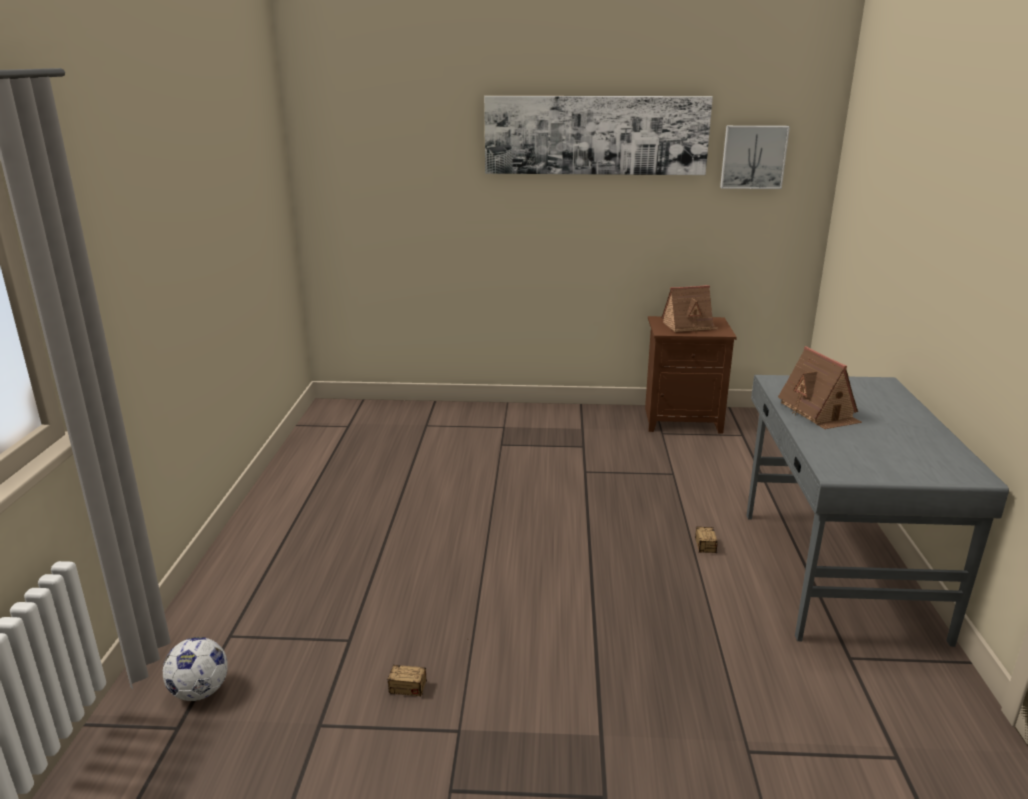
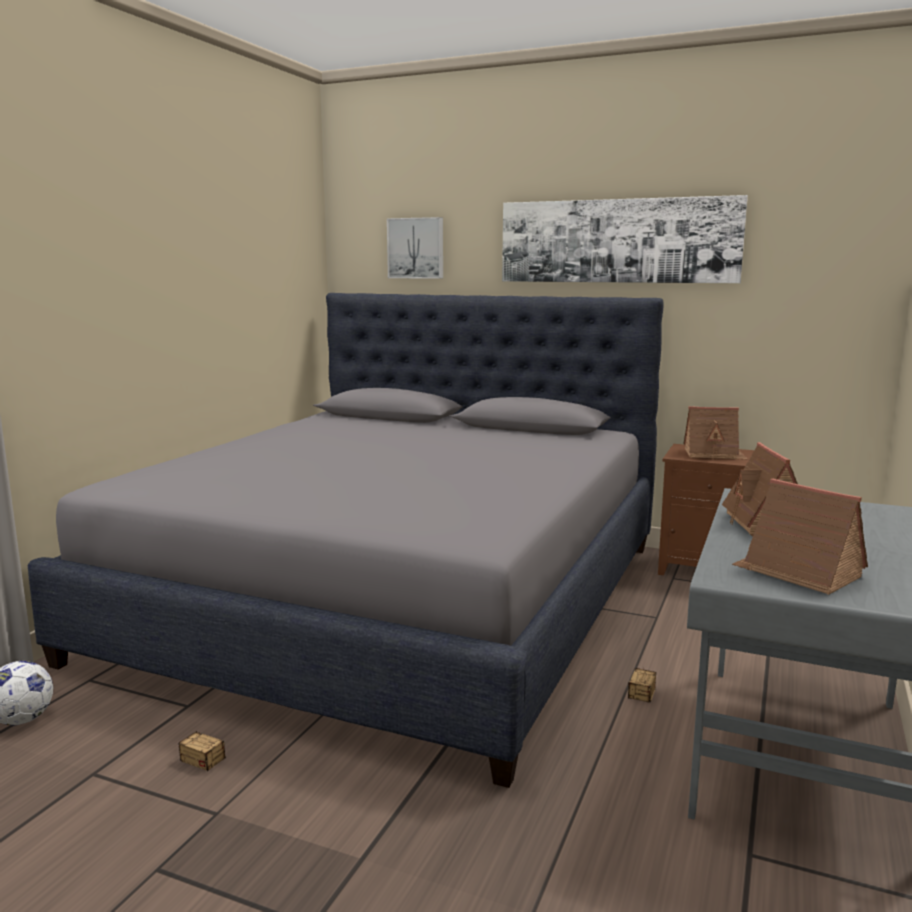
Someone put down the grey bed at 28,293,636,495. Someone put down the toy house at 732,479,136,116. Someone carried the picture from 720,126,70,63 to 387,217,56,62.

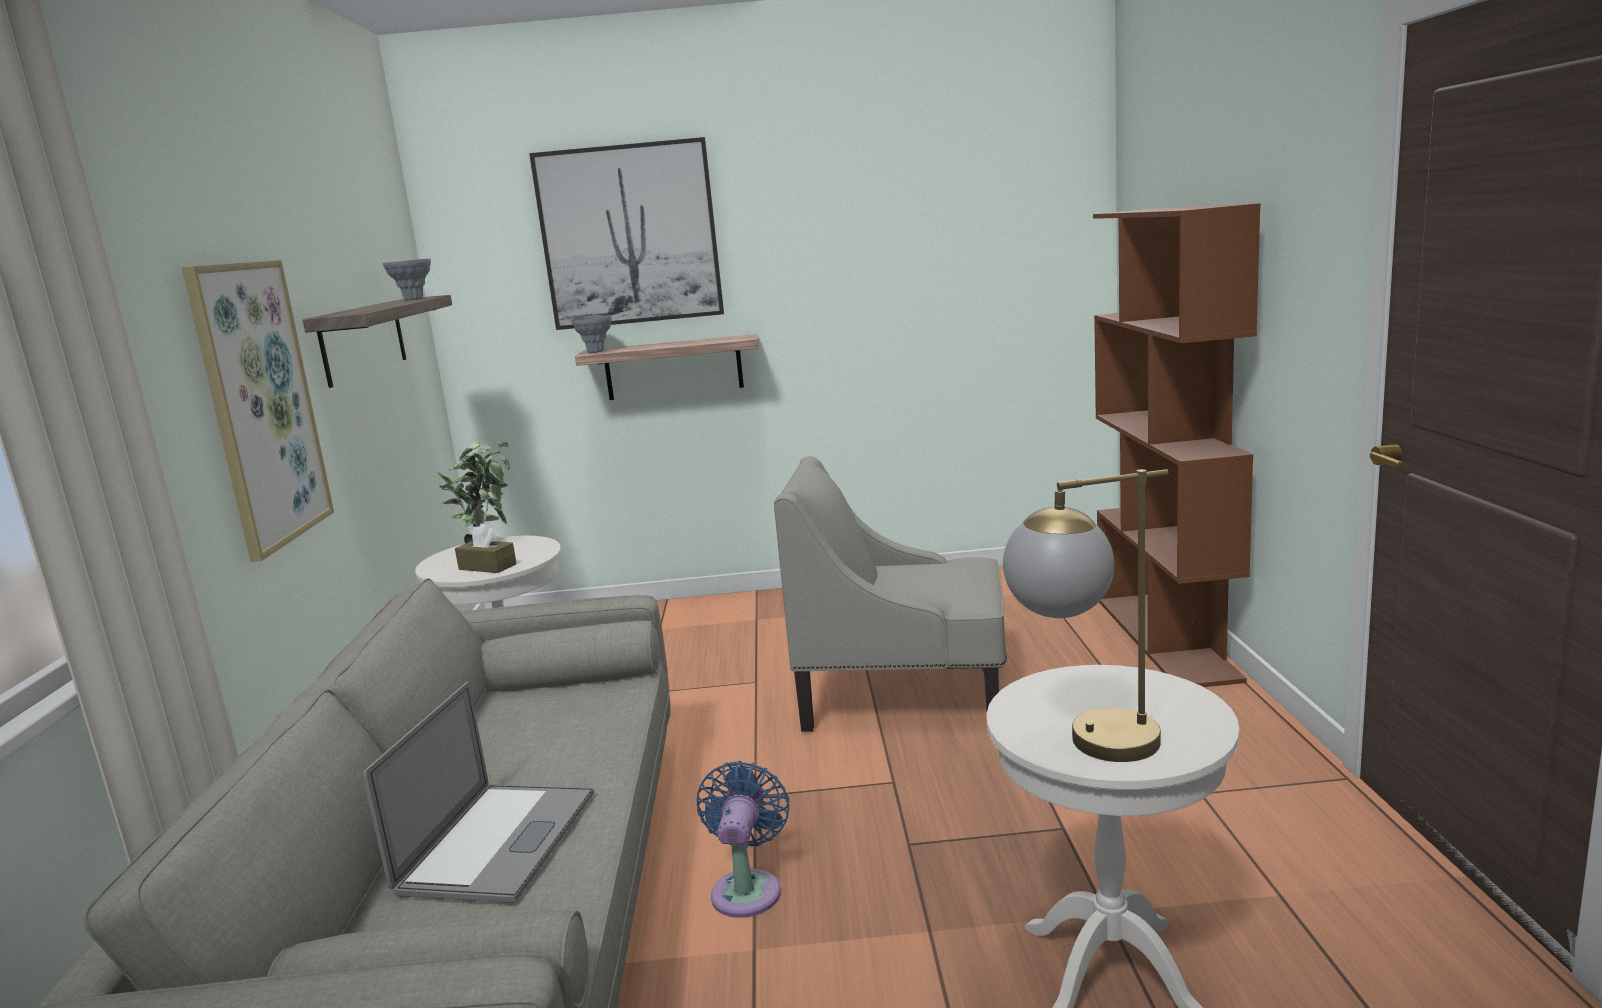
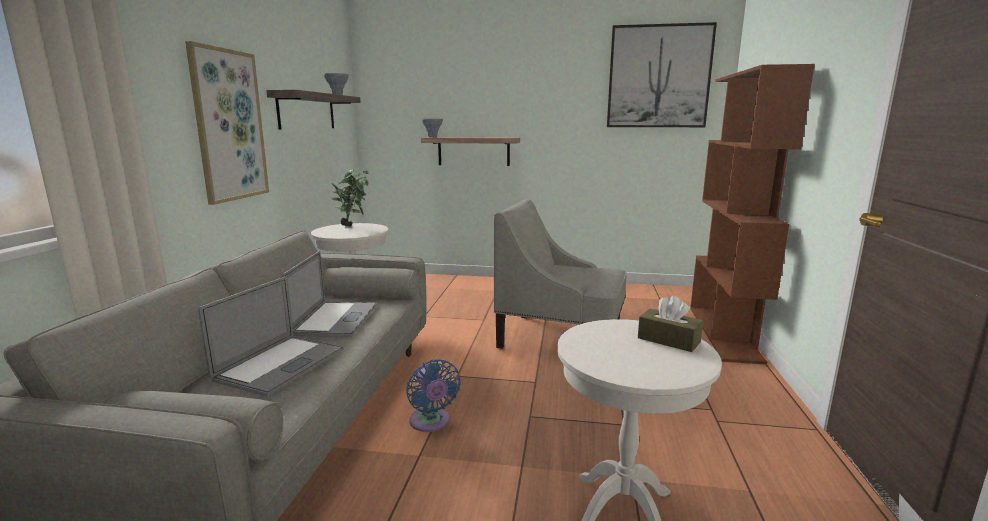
Someone took away the table lamp at 1003,469,166,293. Someone put down the laptop at 282,251,95,86. Someone carried the brown tissue box from 455,524,62,49 to 638,296,65,56. Someone carried the picture from 529,137,195,193 to 607,22,110,105. Someone rotated the blue fan at 697,761,92,157 by 135 degrees clockwise.

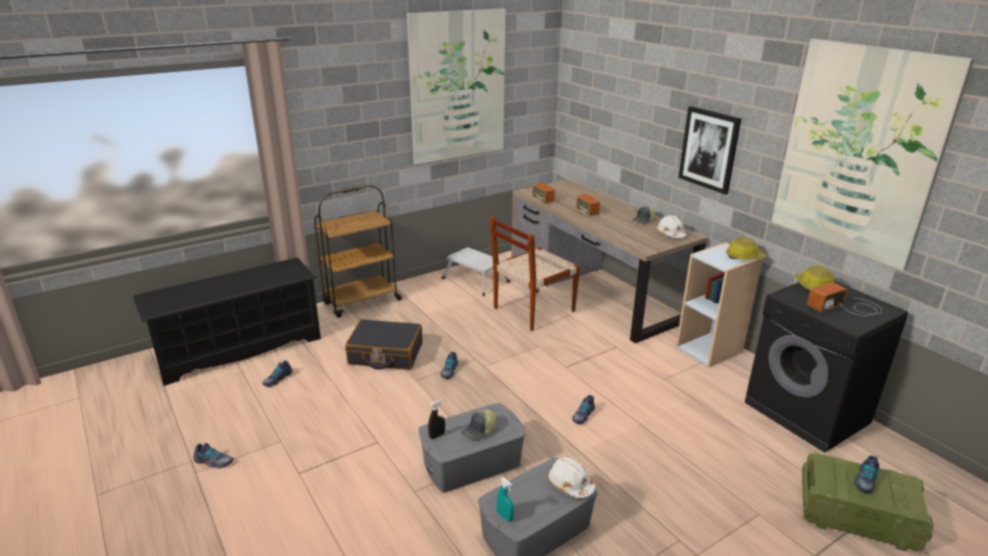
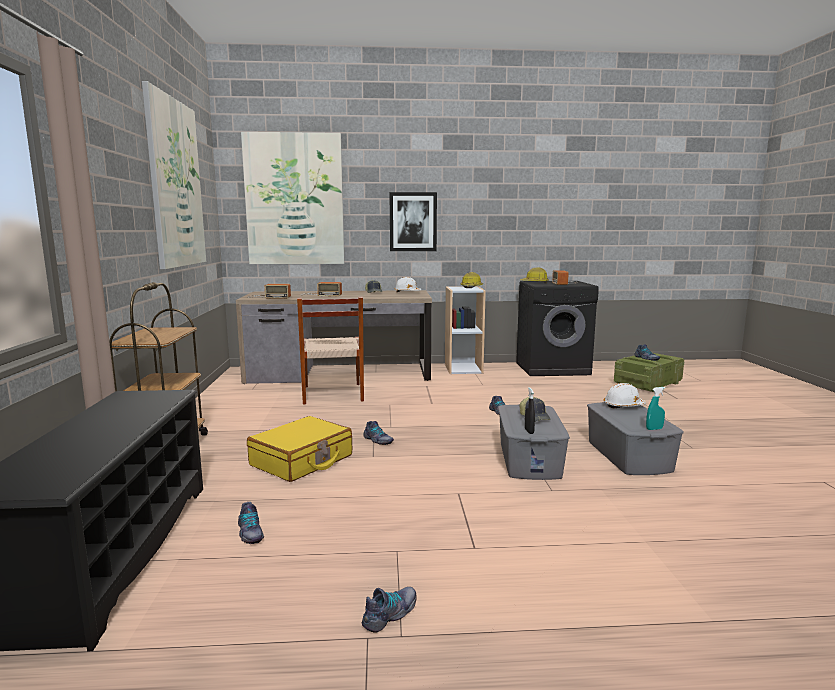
Someone took away the white step ladder at 442,247,68,49. Someone carried the picture from 771,39,203,232 to 241,132,104,132. Someone repainted the black suitcase at 345,319,78,51, which became the yellow suitcase at 247,416,105,66.

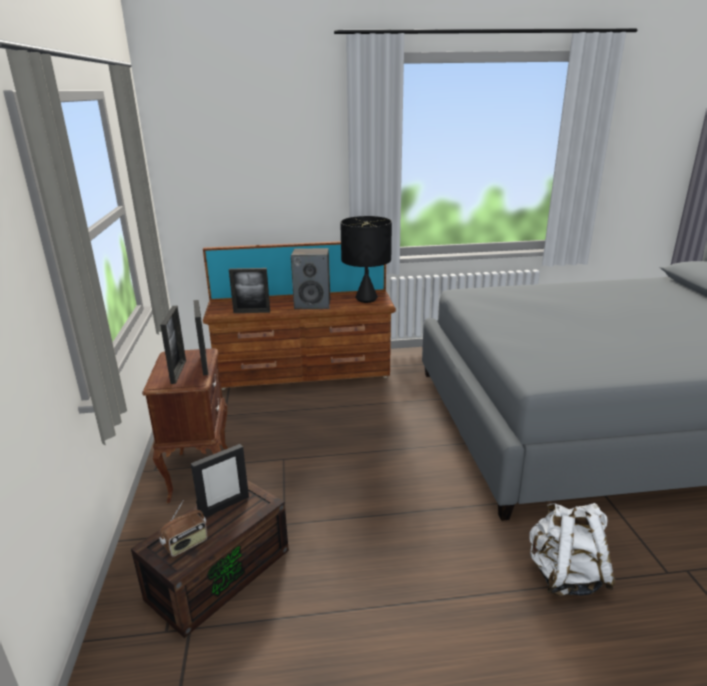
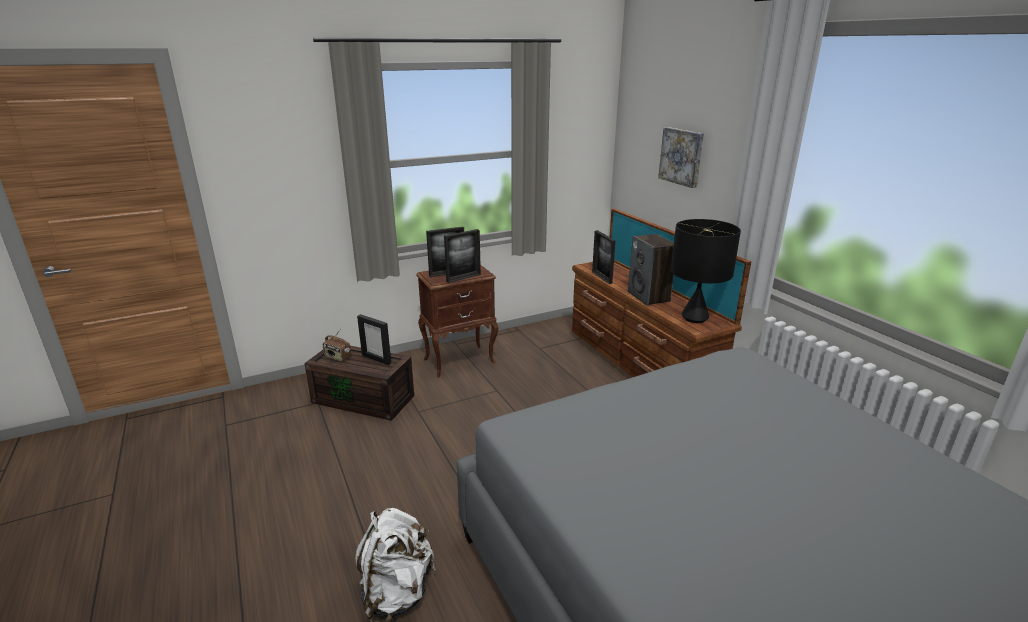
Someone put up the picture at 658,127,46,61.

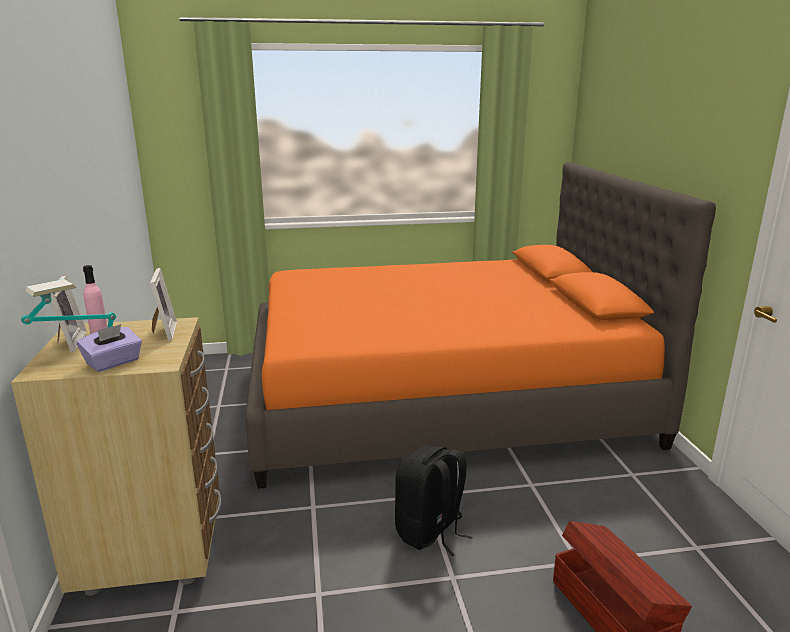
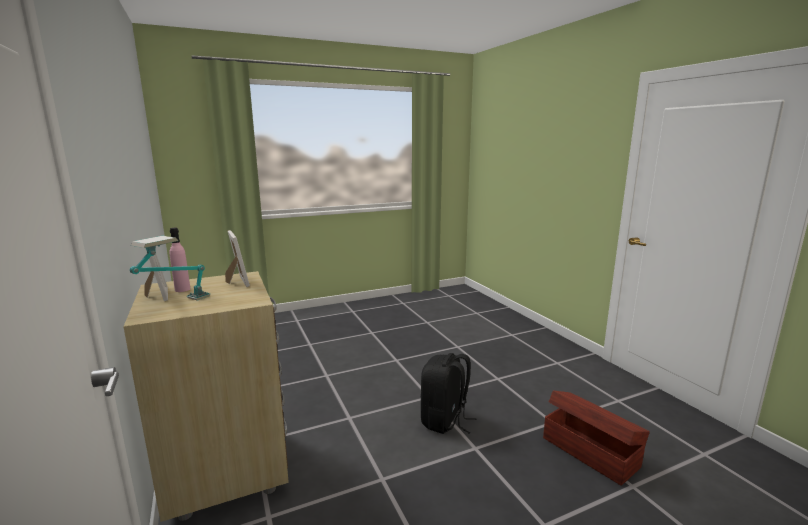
Someone took away the purple tissue box at 77,324,65,48. Someone took away the orange bed at 245,162,471,327.

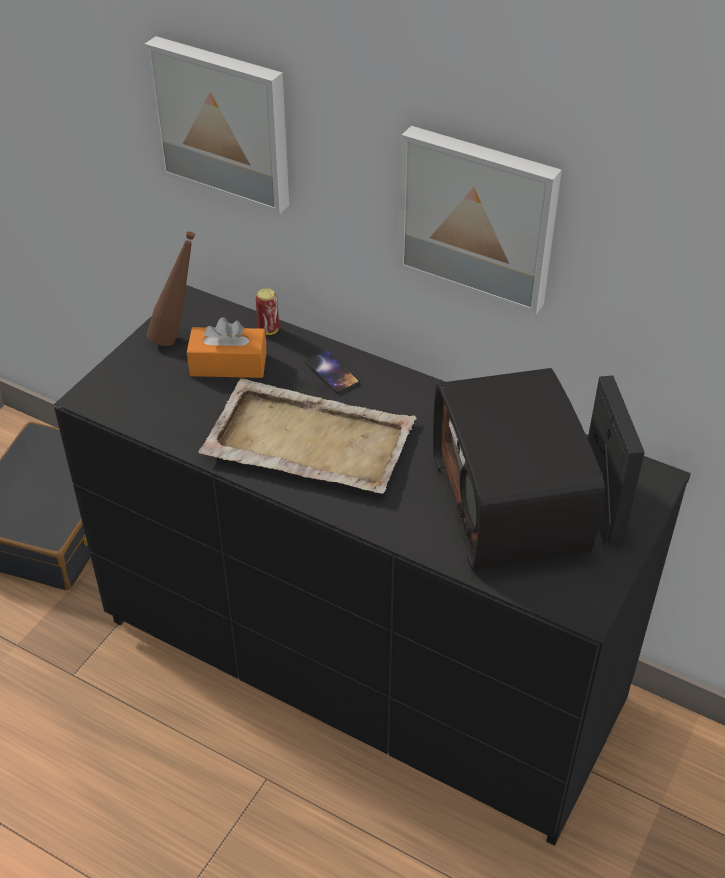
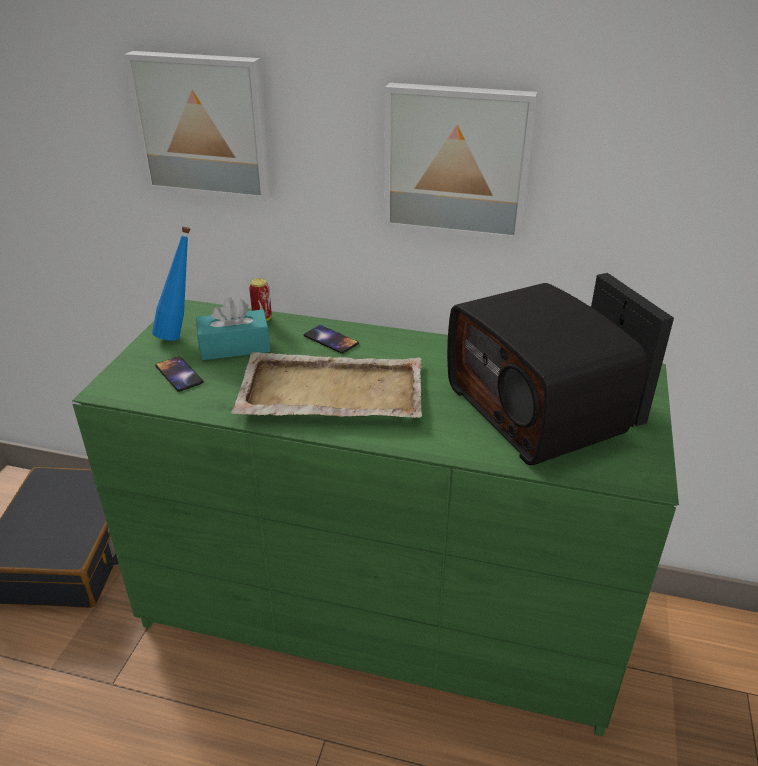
Someone put down the phone at 155,356,49,36. Someone repainted the black dresser at 54,285,637,561, which became the green dresser at 72,300,607,436. Someone repainted the brown bottle at 147,231,48,115, which became the blue bottle at 152,227,38,114. Someone repainted the orange tissue box at 187,317,80,61, which became the turquoise tissue box at 196,297,74,63.

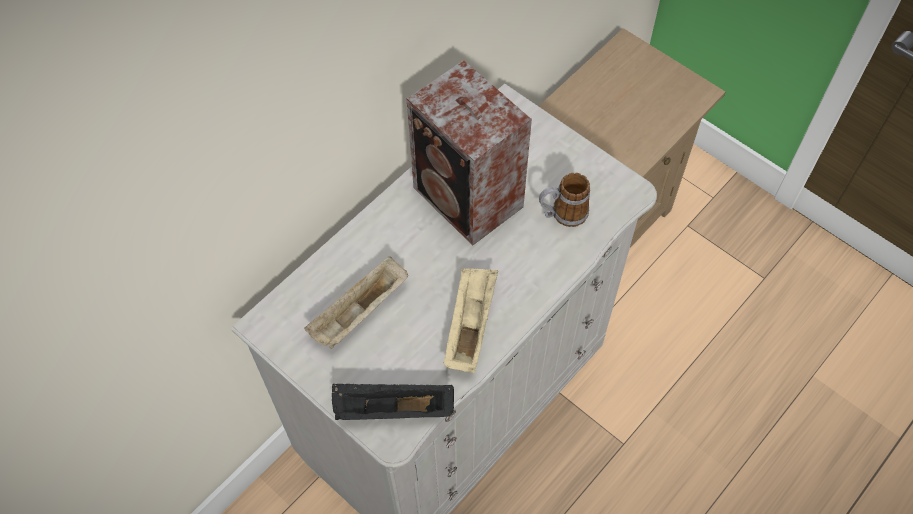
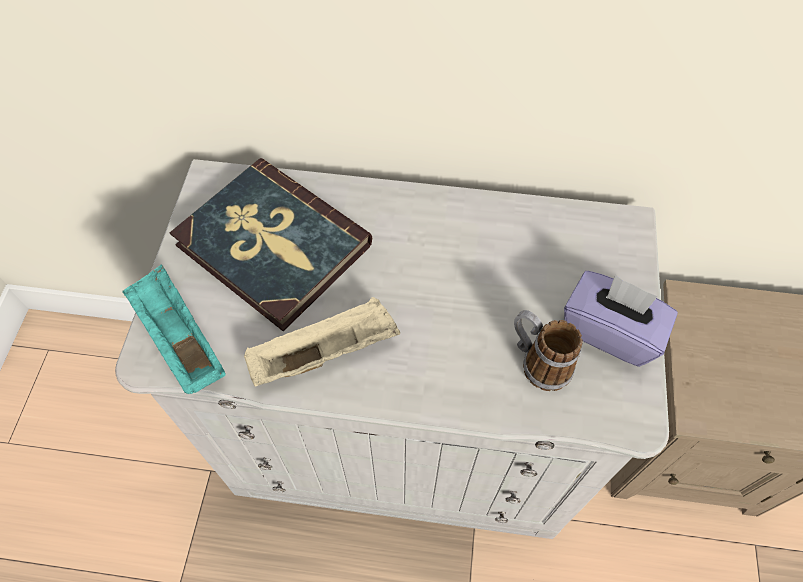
Someone took away the speaker at 407,60,125,185. Someone put down the purple tissue box at 564,271,114,96. Someone swapped the beige tray at 304,256,104,93 for the book at 170,158,203,173. Someone repainted the black tray at 332,384,122,36, which became the turquoise tray at 122,264,104,130.

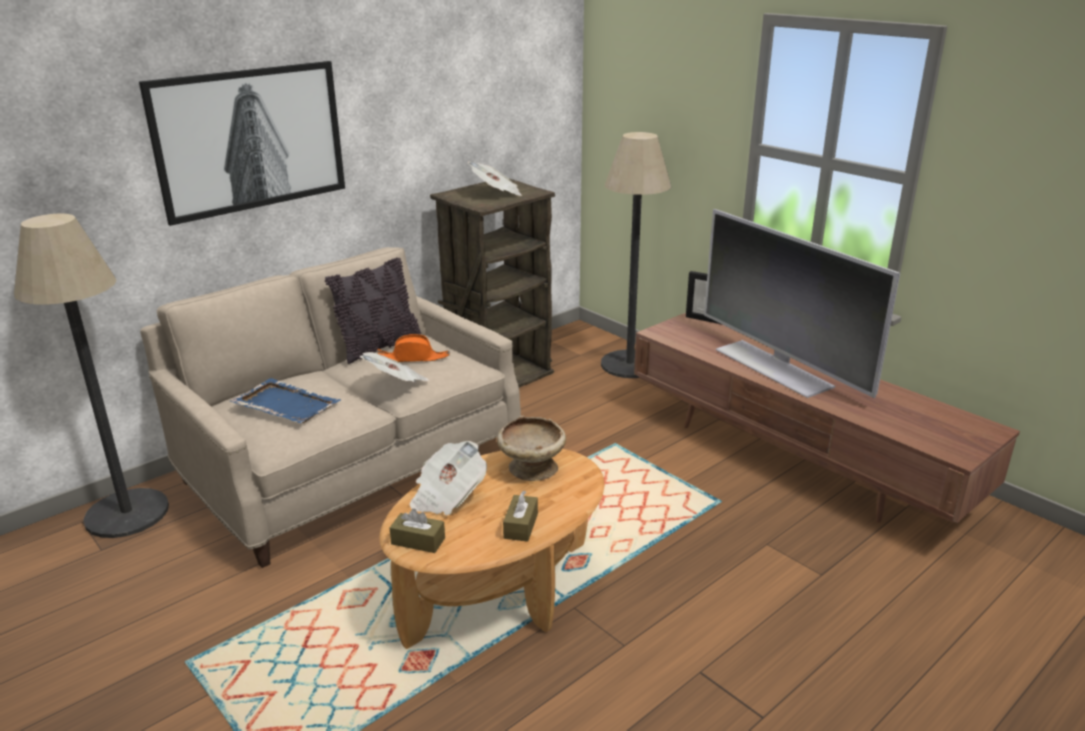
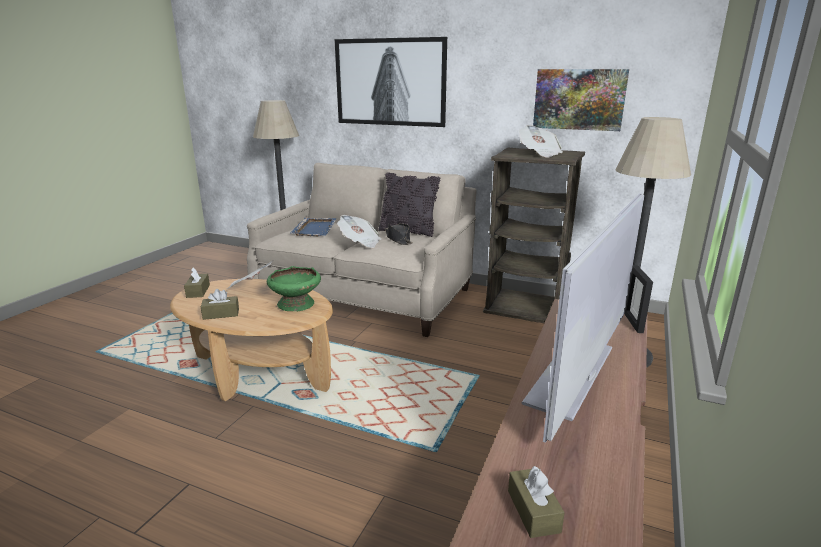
Someone put down the brown tissue box at 508,466,57,72. Someone put up the picture at 533,69,96,62. Someone repainted the orange hat at 376,334,74,28, which became the black hat at 385,223,28,22. Someone repainted the beige bowl at 497,416,69,65, which became the green bowl at 267,266,54,45.

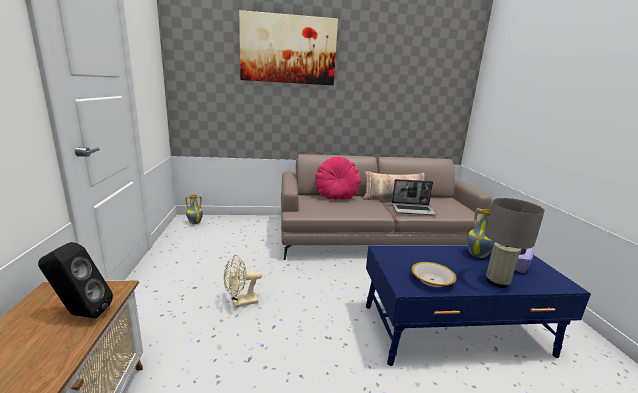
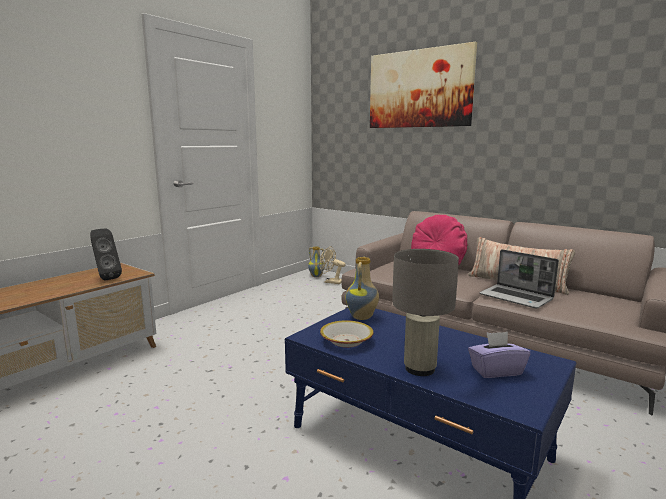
Someone carried the beige fan from 224,255,38,53 to 319,246,27,38. Someone carried the vase from 467,208,27,50 to 346,257,33,63.

